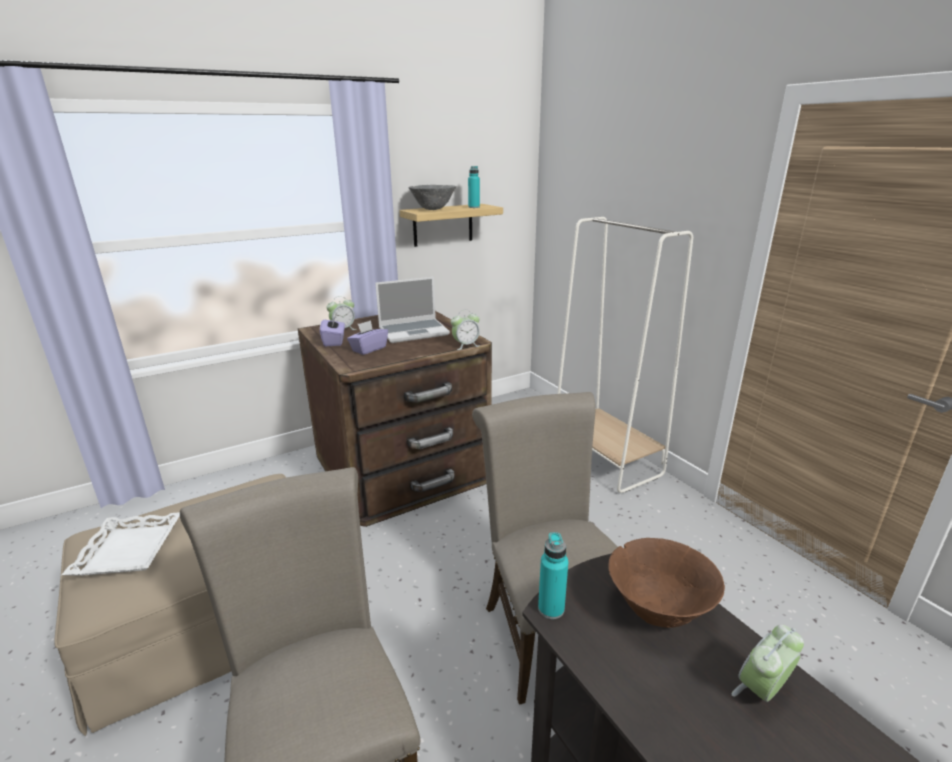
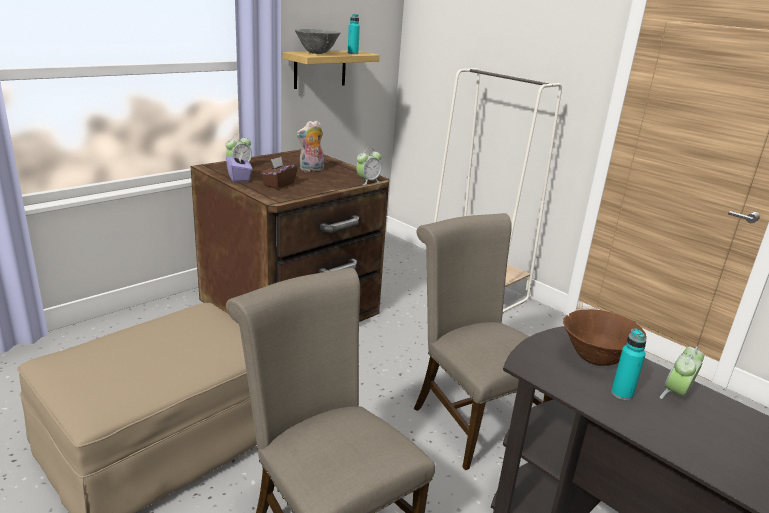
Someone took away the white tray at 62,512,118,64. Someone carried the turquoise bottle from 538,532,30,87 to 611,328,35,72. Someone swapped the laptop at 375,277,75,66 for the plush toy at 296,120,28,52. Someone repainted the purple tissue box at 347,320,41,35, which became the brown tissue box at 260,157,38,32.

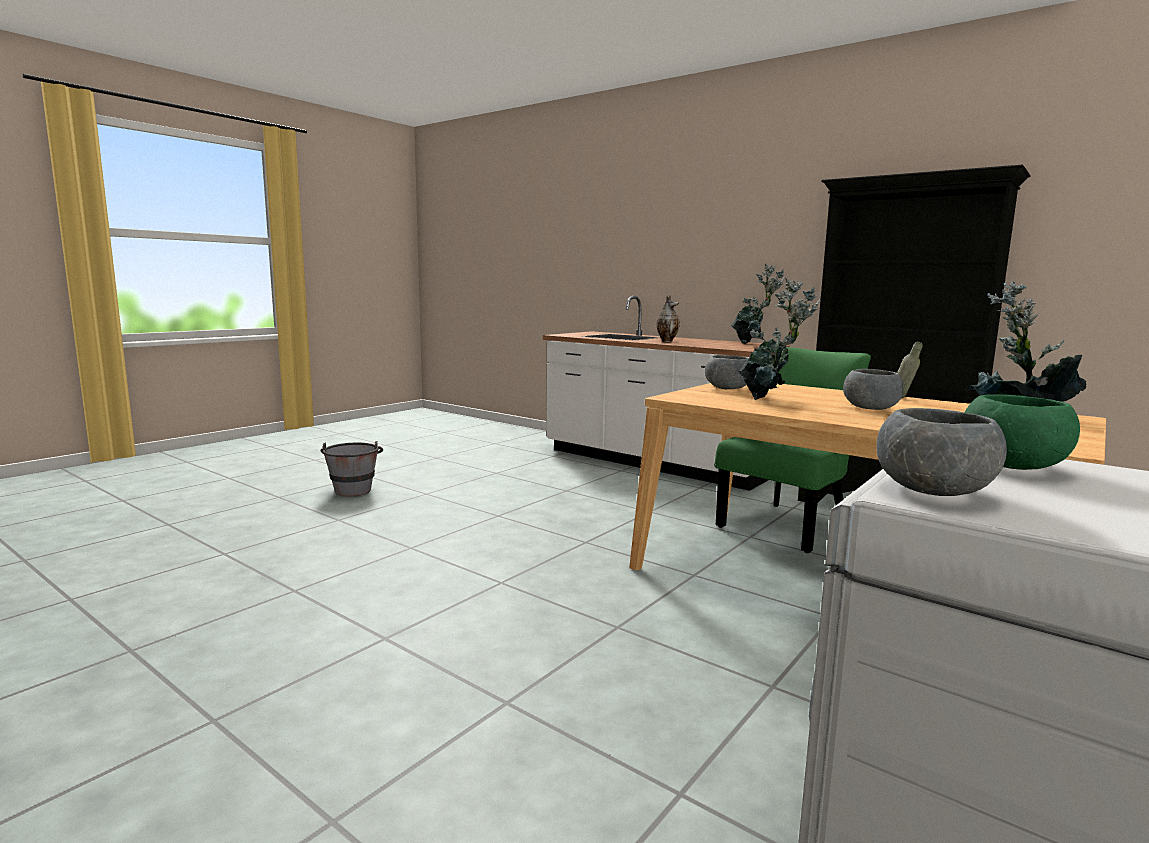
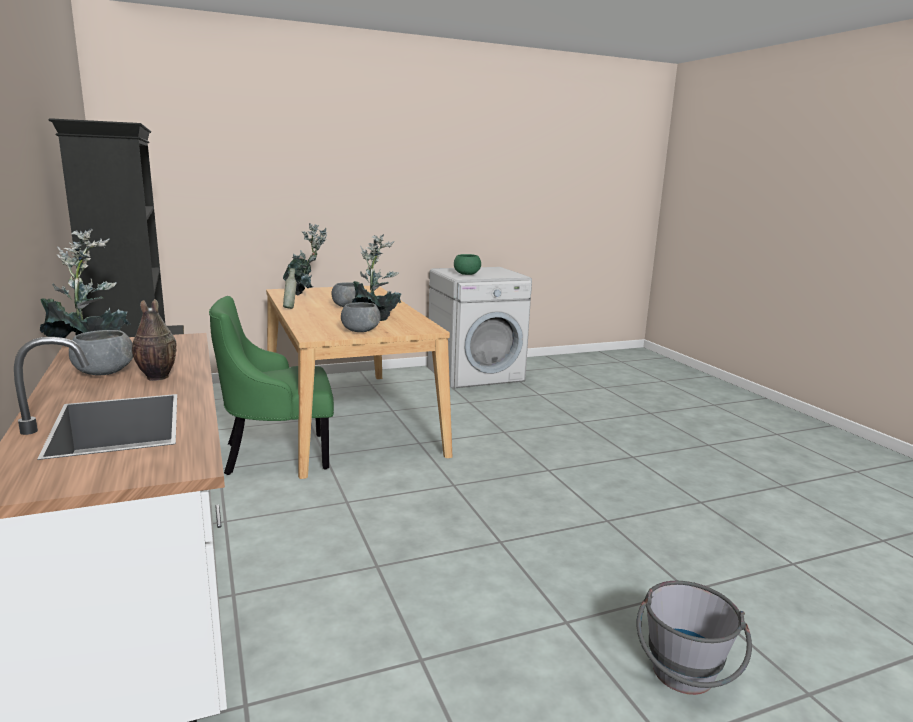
Someone carried the grey bowl from 877,408,130,88 to 69,330,64,46.

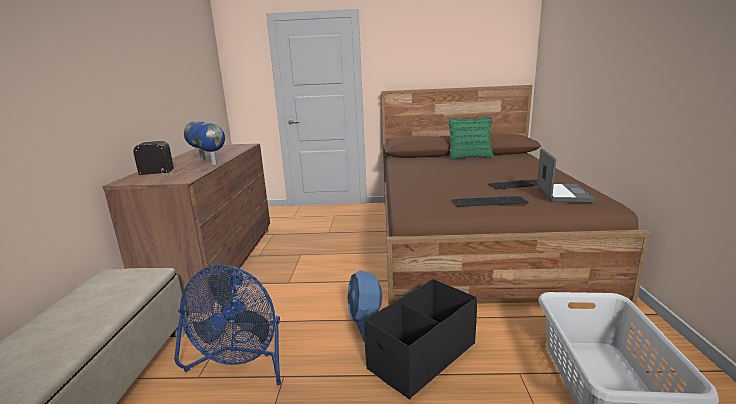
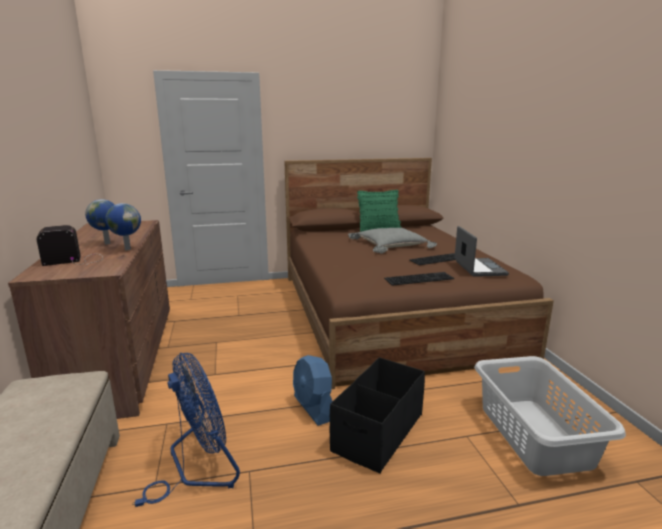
Someone put down the grey pillow at 348,228,90,26. Someone rotated the blue fan at 174,265,107,120 by 120 degrees counterclockwise.

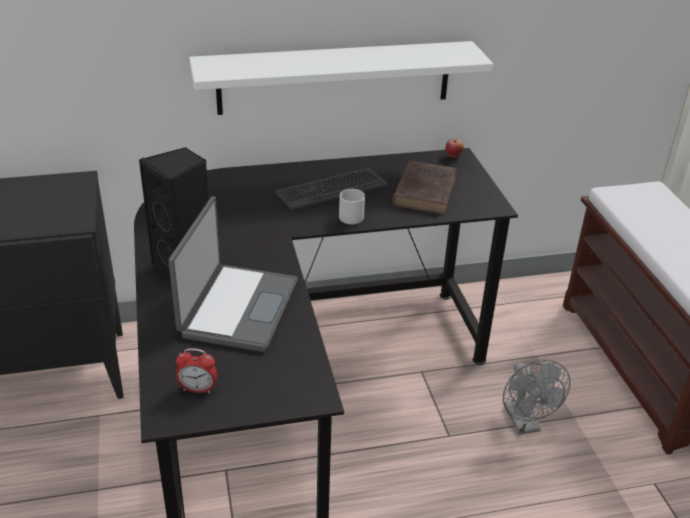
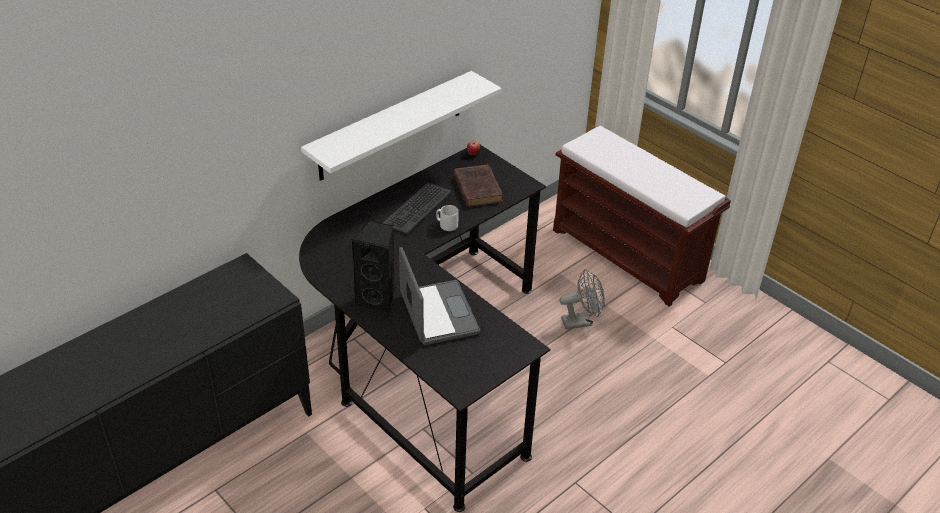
Someone took away the alarm clock at 176,348,41,45. Someone rotated the grey fan at 503,360,68,75 by 60 degrees counterclockwise.

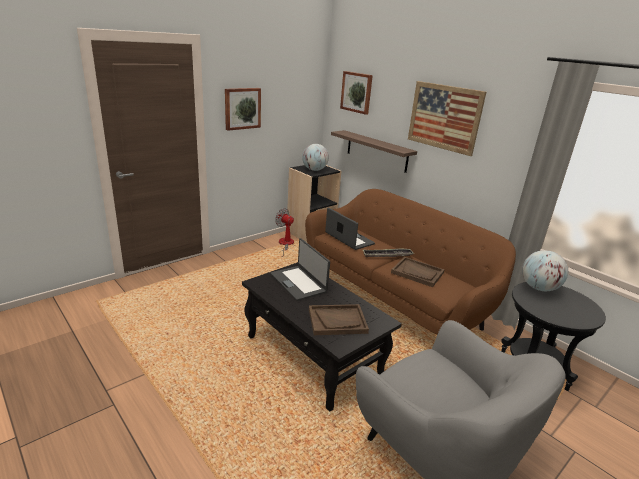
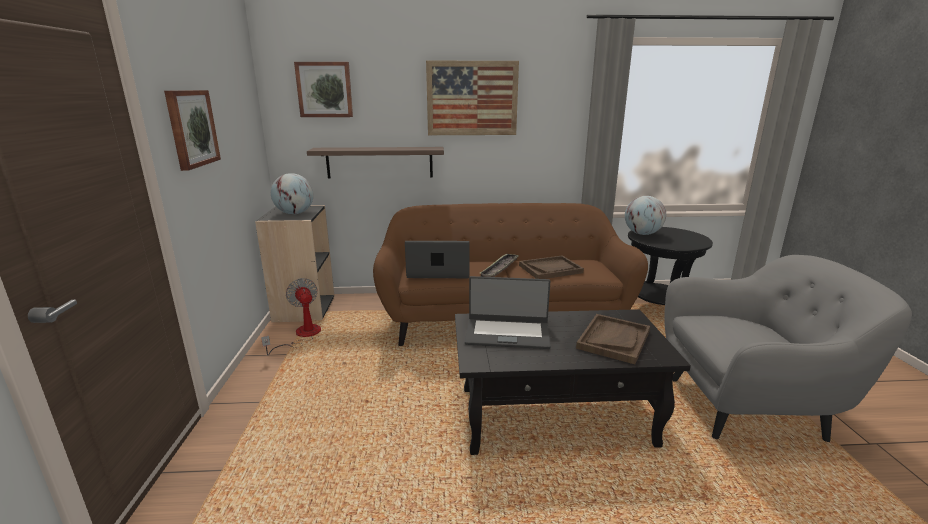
Someone rotated the fan at 275,208,19,49 by 75 degrees clockwise.

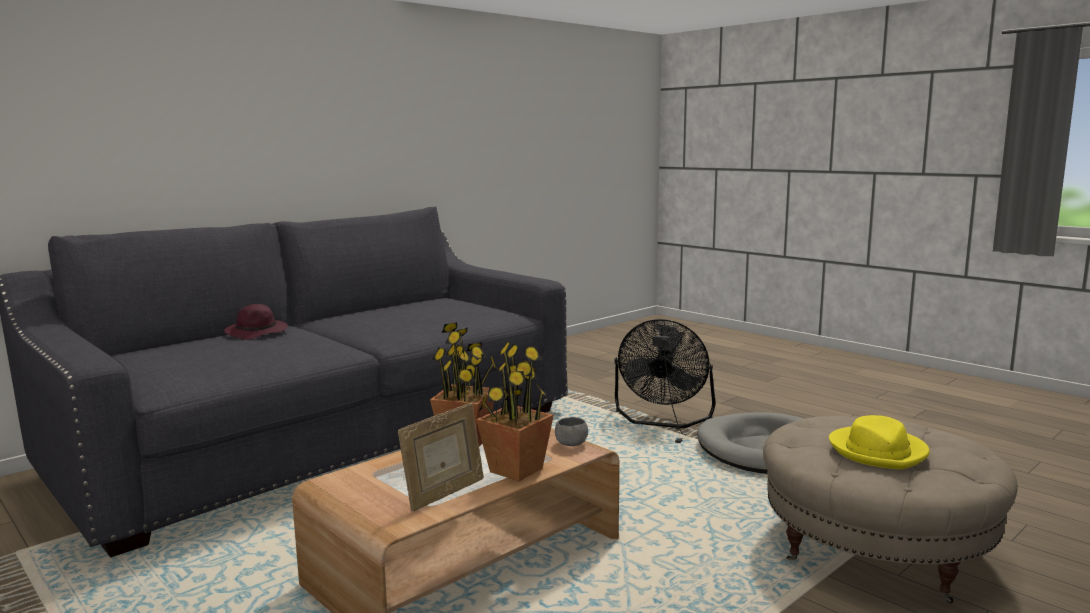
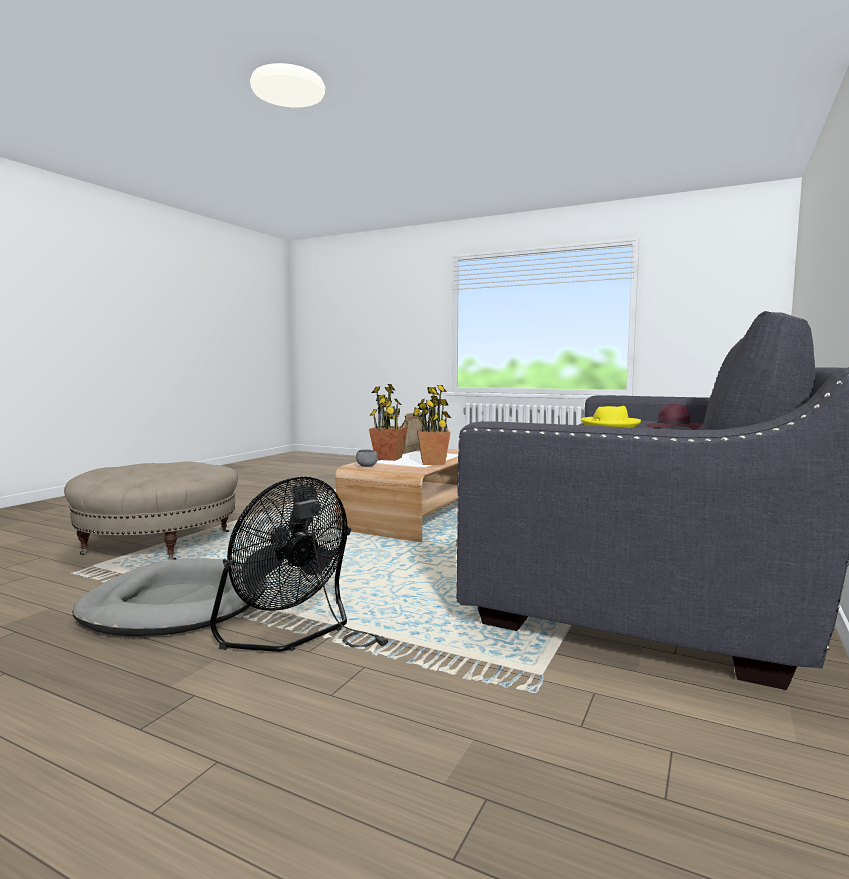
Someone carried the yellow hat from 829,415,101,54 to 581,406,60,21. Someone rotated the black fan at 614,319,102,125 by 135 degrees clockwise.

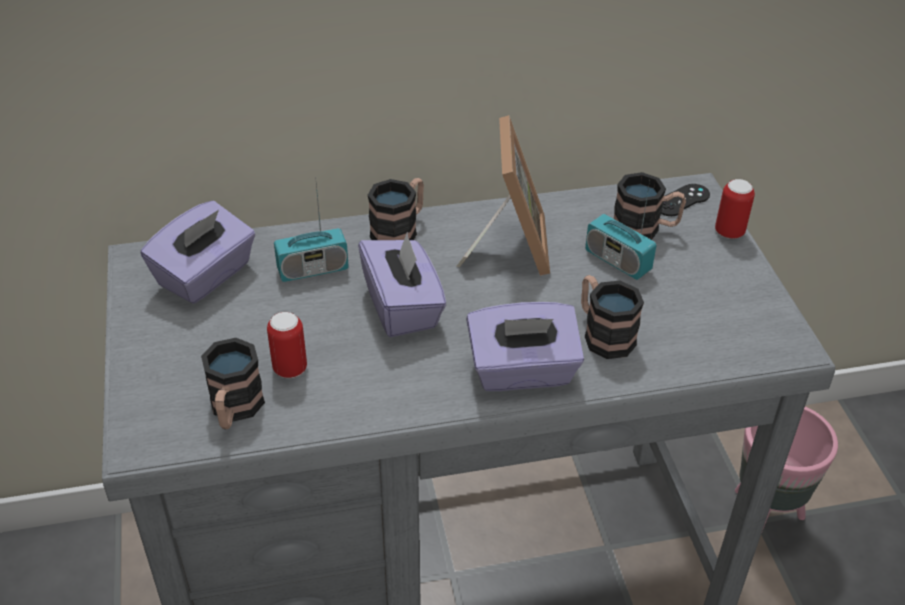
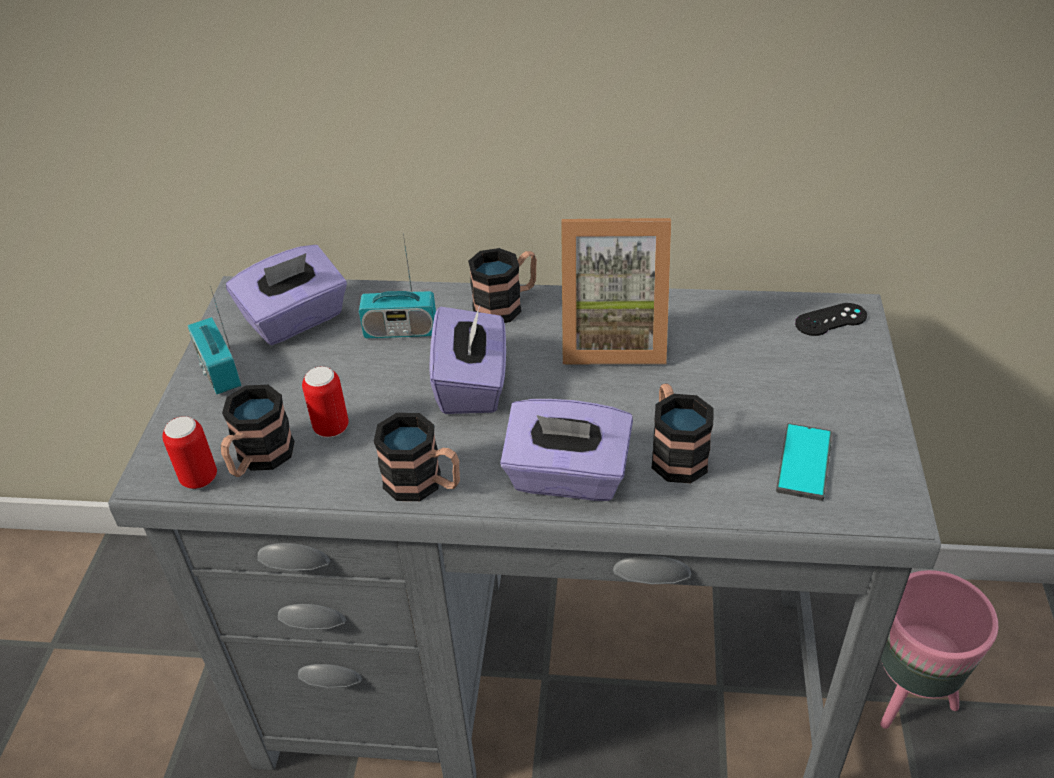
Someone put down the phone at 776,423,56,78. Someone carried the radio from 585,181,71,99 to 188,285,53,109. Someone carried the mug from 614,172,72,68 to 374,413,86,88. Someone carried the can from 715,179,40,60 to 163,416,54,73. Someone rotated the picture frame at 456,115,94,161 by 75 degrees clockwise.

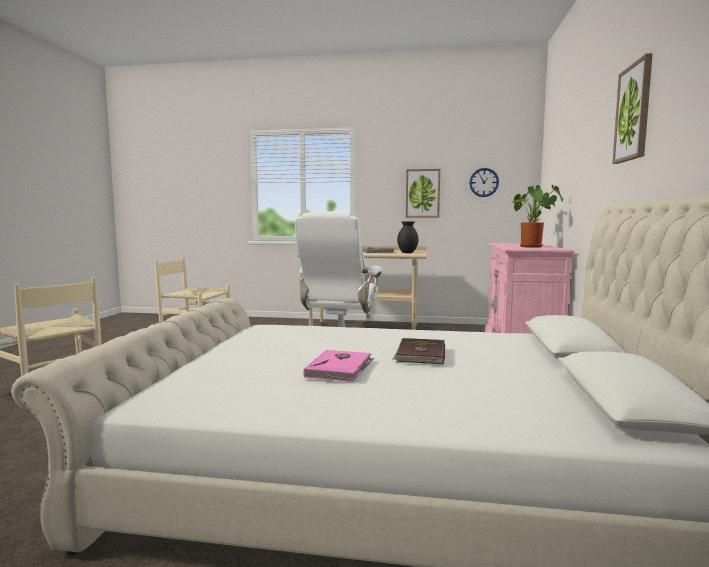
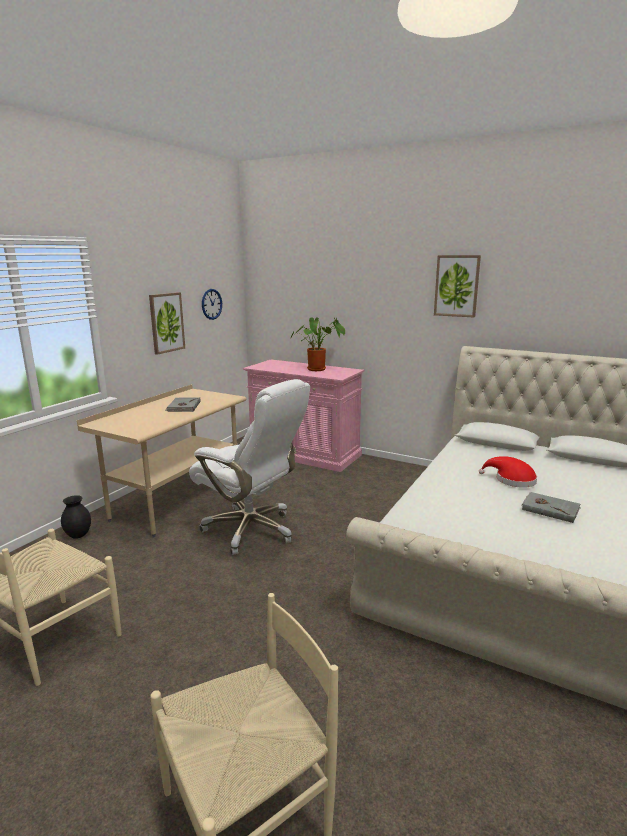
Someone carried the black vase from 397,221,22,32 to 61,495,30,44. Someone swapped the brown book at 393,338,52,27 for the red hat at 479,456,58,32. Someone repainted the pink book at 303,350,71,32, which became the grey book at 522,492,59,31.

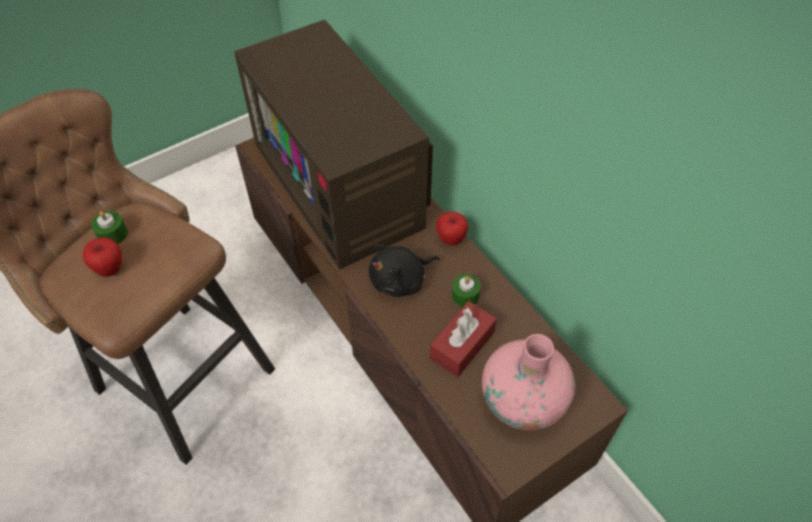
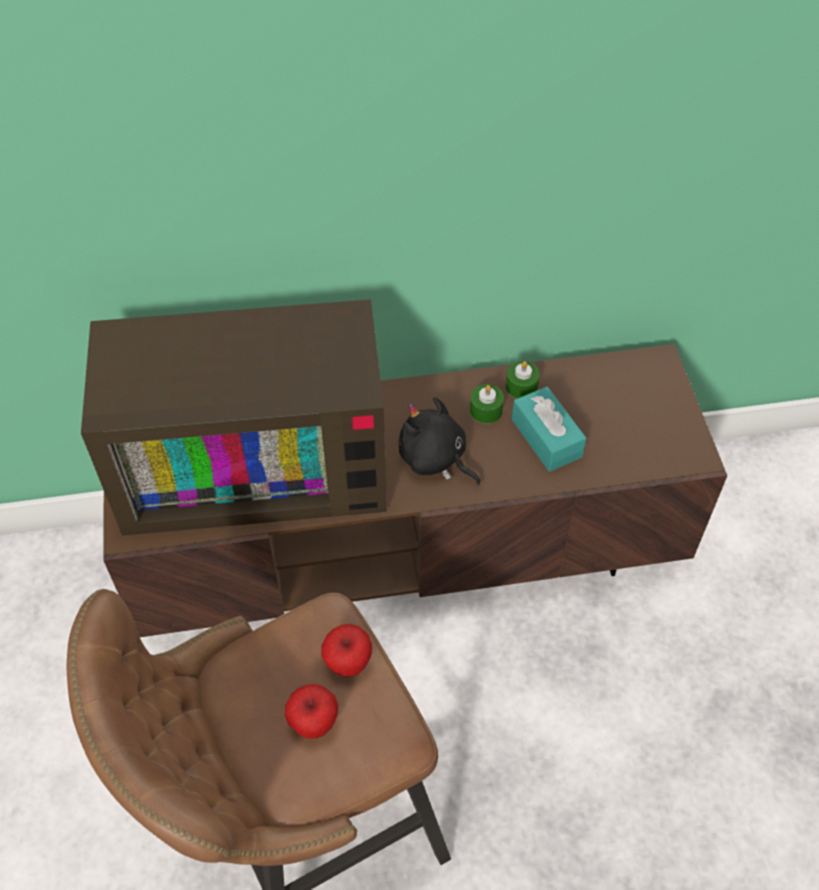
Someone took away the pink vase at 482,334,93,97. Someone carried the green candle from 91,211,37,33 to 506,361,34,38. Someone carried the apple from 436,212,33,34 to 321,624,51,53. Someone repainted the red tissue box at 430,301,67,76, which became the turquoise tissue box at 512,387,75,85. Someone rotated the black plush toy at 369,244,71,53 by 135 degrees clockwise.

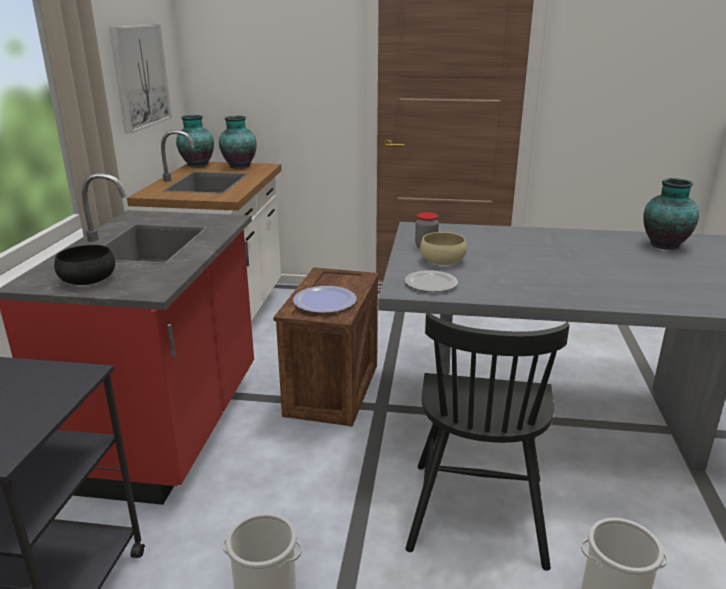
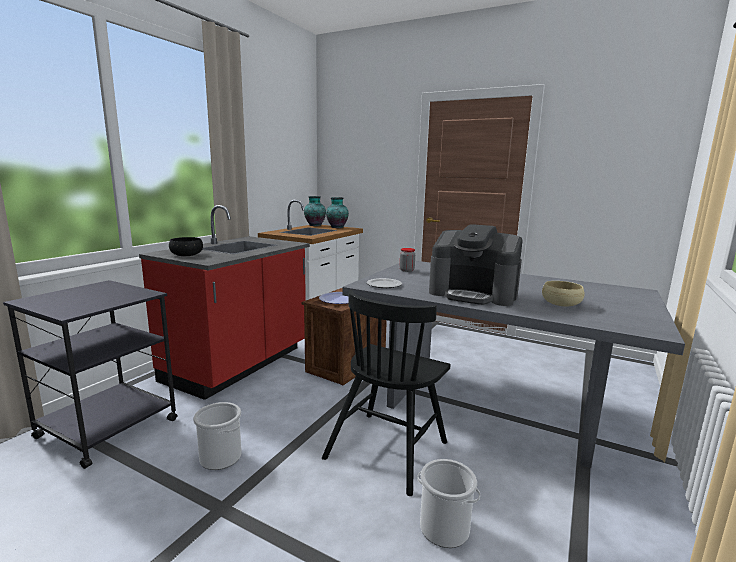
Someone took away the picture at 109,25,63,108. Someone took away the vase at 643,178,56,72. Someone put down the coffee machine at 429,224,94,82. Someone carried the beige bowl from 420,232,47,33 to 542,281,43,26.

